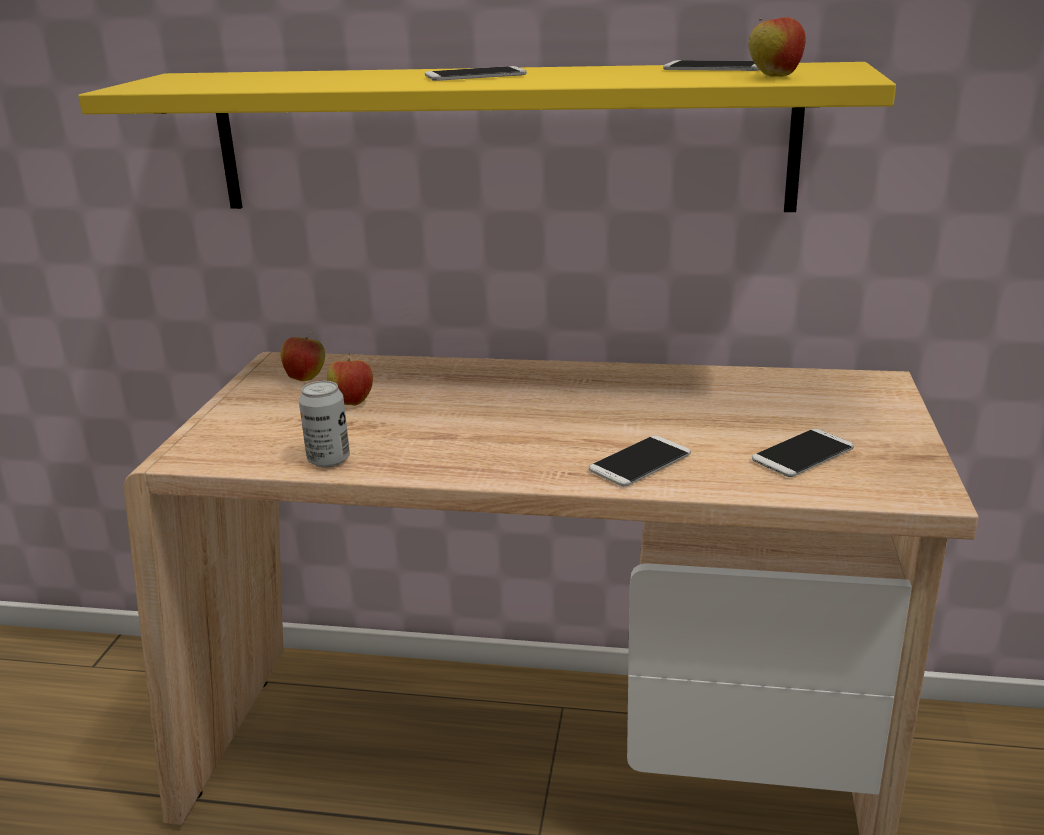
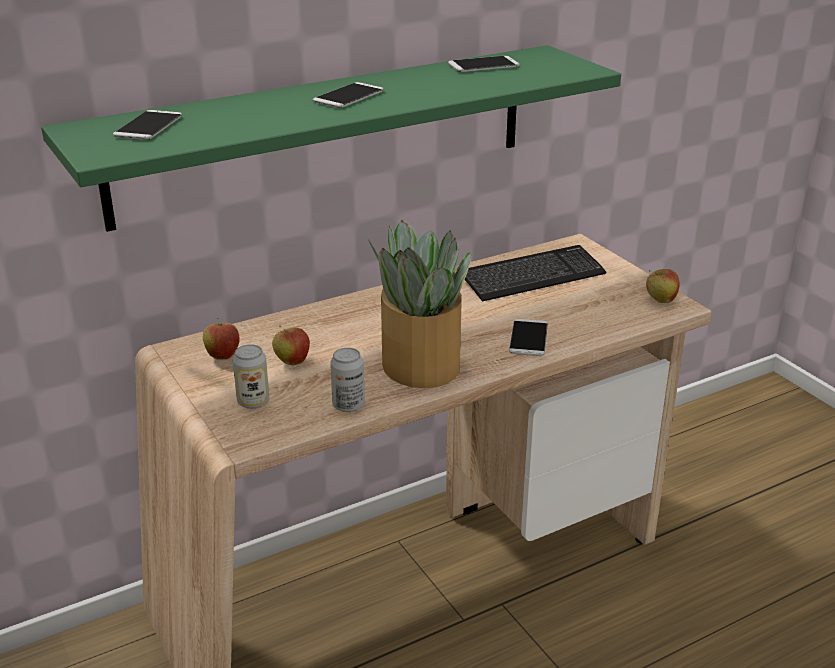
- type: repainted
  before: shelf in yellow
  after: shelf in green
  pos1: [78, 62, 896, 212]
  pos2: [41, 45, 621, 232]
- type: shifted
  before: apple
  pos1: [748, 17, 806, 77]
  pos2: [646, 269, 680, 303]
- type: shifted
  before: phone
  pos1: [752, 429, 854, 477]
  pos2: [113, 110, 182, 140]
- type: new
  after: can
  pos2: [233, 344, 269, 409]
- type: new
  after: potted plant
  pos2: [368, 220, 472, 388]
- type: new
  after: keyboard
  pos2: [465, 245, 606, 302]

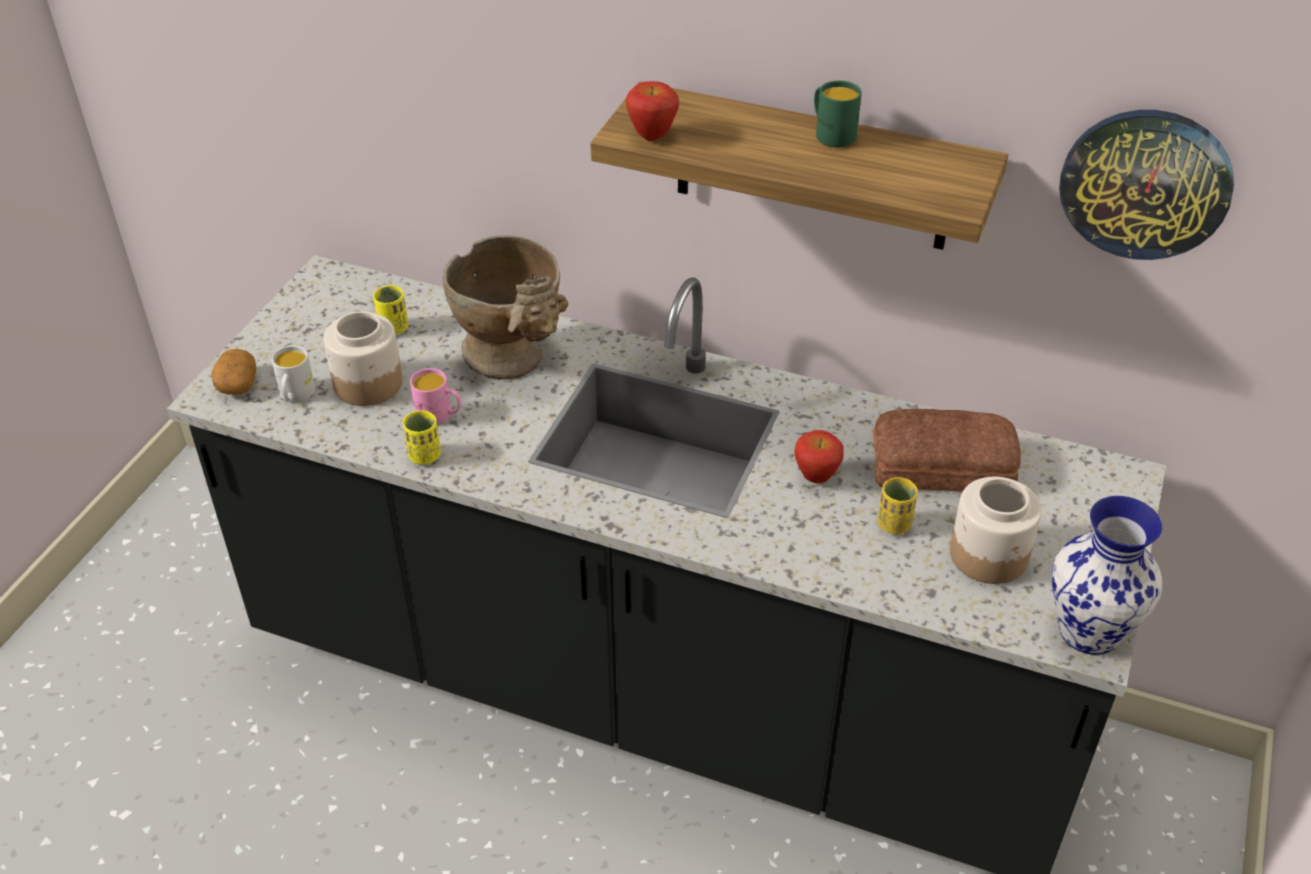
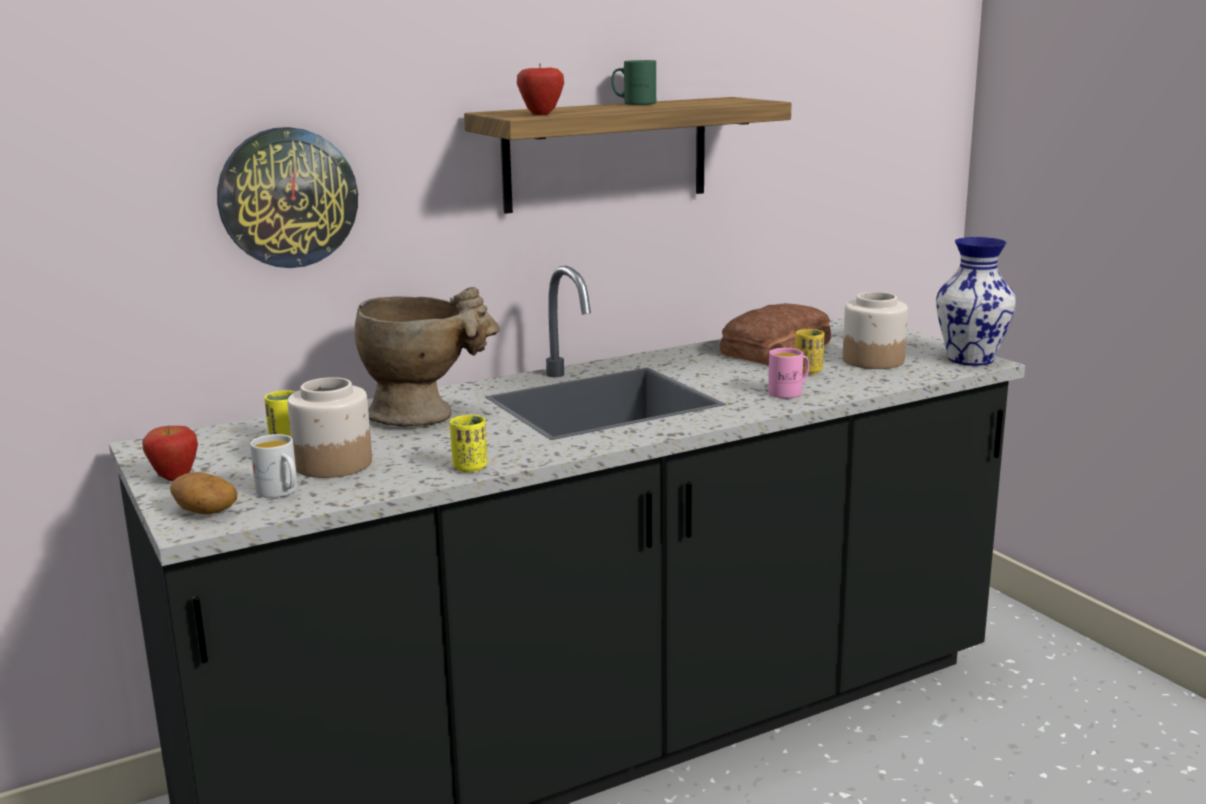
- type: shifted
  before: mug in pink
  pos1: [410, 368, 461, 425]
  pos2: [768, 348, 809, 398]
- type: shifted
  before: apple
  pos1: [795, 430, 844, 483]
  pos2: [142, 426, 198, 481]
- type: shifted
  before: wall clock
  pos1: [1059, 110, 1234, 260]
  pos2: [217, 127, 358, 268]

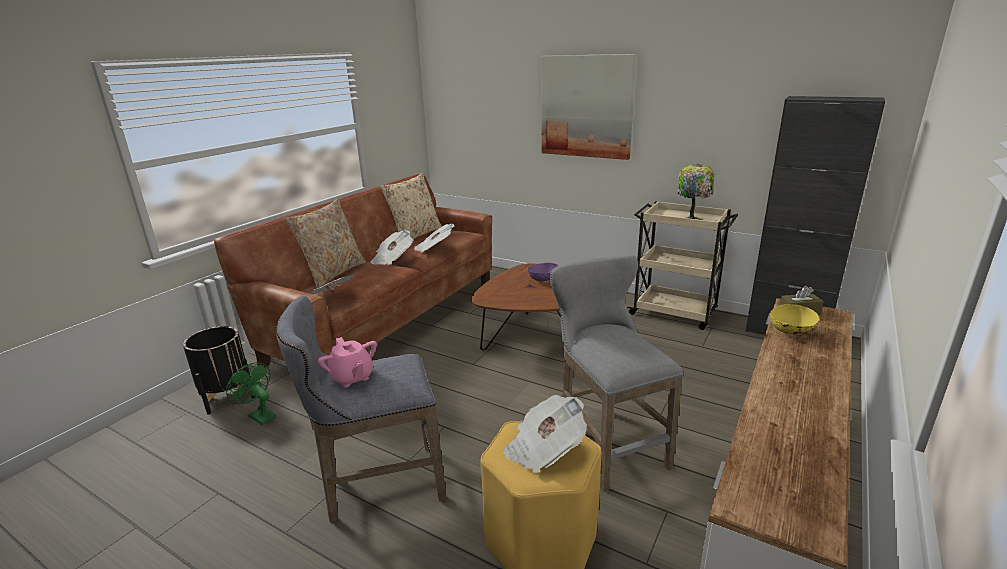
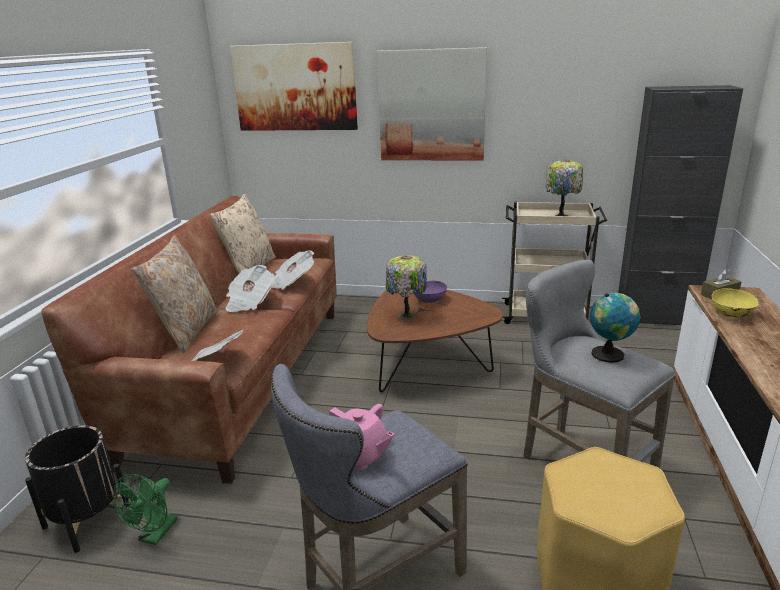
- type: rotated
  before: fan in green
  pos1: [226, 362, 276, 425]
  pos2: [113, 474, 178, 545]
  turn: -90
- type: gone
  before: newspaper
  pos1: [503, 395, 587, 473]
- type: new
  after: picture
  pos2: [230, 42, 358, 131]
- type: new
  after: table lamp
  pos2: [386, 255, 427, 321]
- type: new
  after: globe
  pos2: [590, 293, 640, 363]

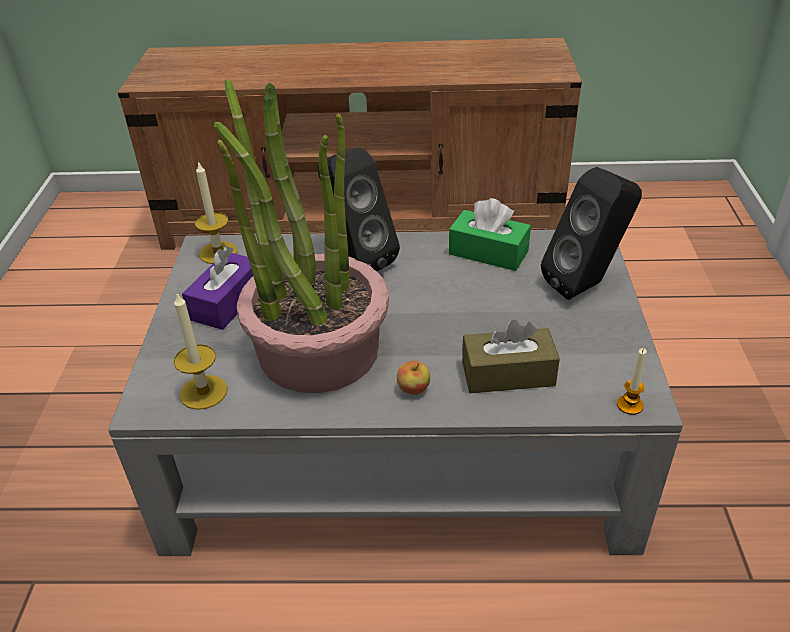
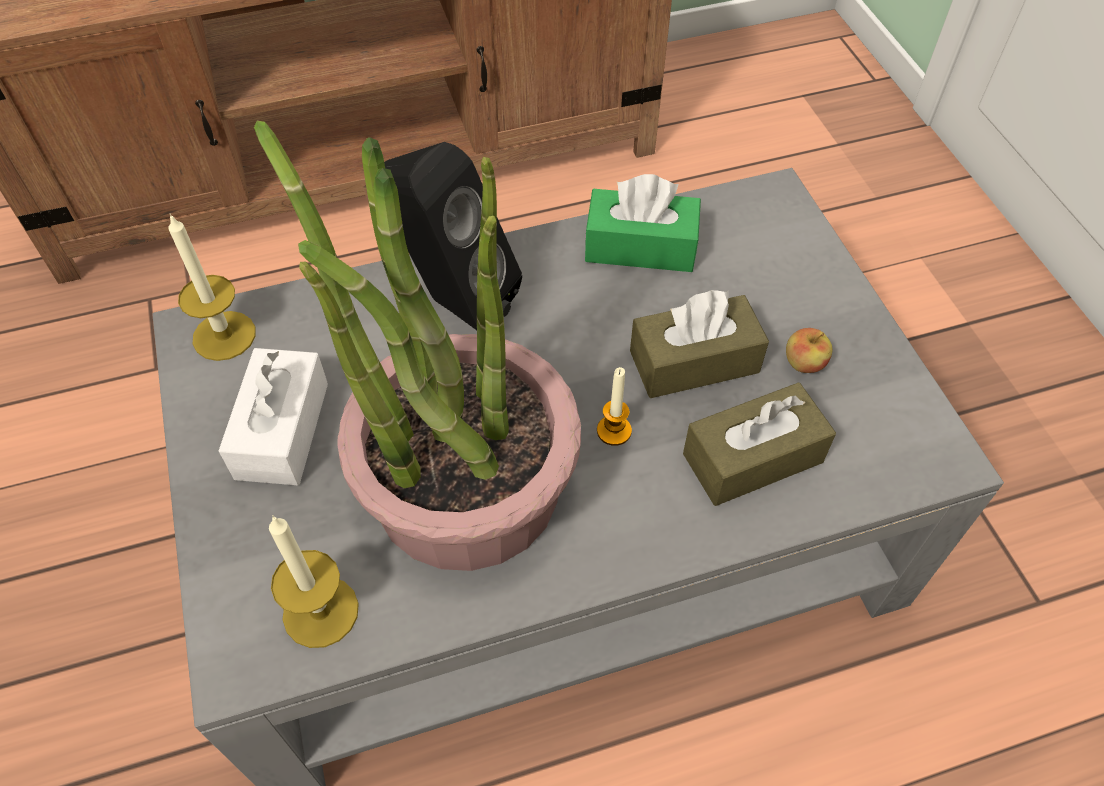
- type: repainted
  before: tissue box in purple
  after: tissue box in white
  pos1: [182, 246, 253, 330]
  pos2: [219, 348, 328, 485]
- type: shifted
  before: apple
  pos1: [397, 361, 430, 395]
  pos2: [786, 328, 832, 373]
- type: gone
  before: speaker in black
  pos1: [541, 167, 642, 300]
- type: shifted
  before: candle
  pos1: [617, 348, 647, 415]
  pos2: [597, 367, 632, 446]
- type: new
  after: tissue box in brown
  pos2: [630, 290, 769, 398]

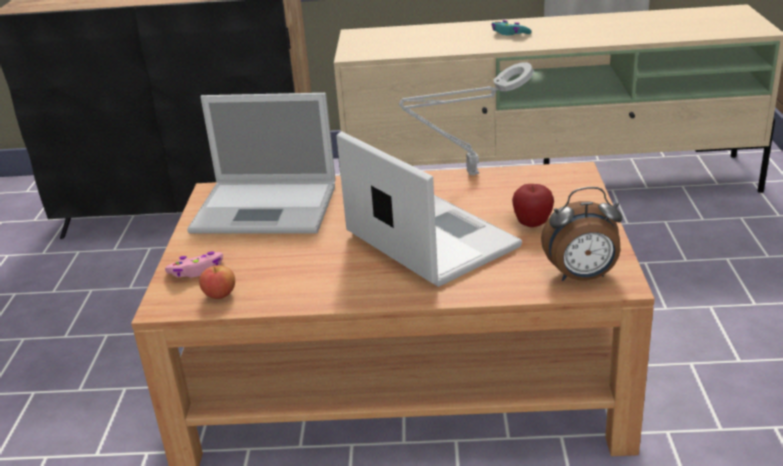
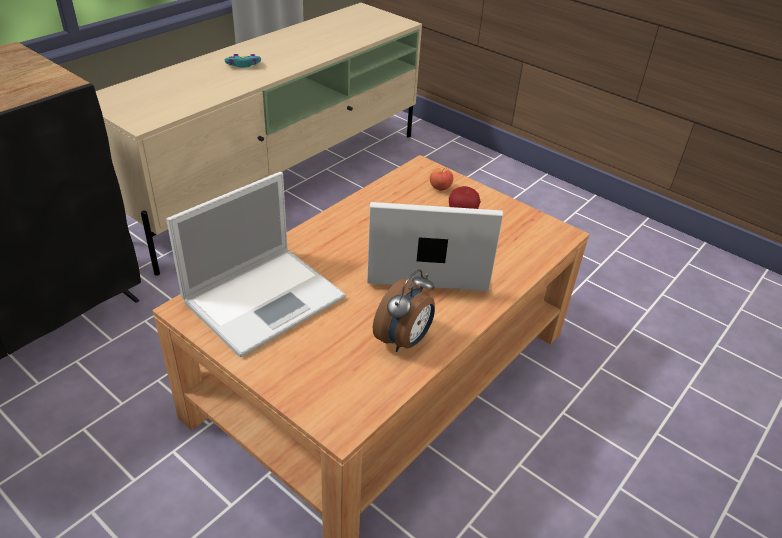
- type: gone
  before: game controller in pink
  pos1: [165, 251, 223, 277]
- type: shifted
  before: apple
  pos1: [199, 265, 235, 299]
  pos2: [430, 168, 453, 190]
- type: gone
  before: table lamp in grey
  pos1: [399, 62, 534, 176]
- type: shifted
  before: alarm clock
  pos1: [541, 187, 623, 281]
  pos2: [373, 269, 435, 352]

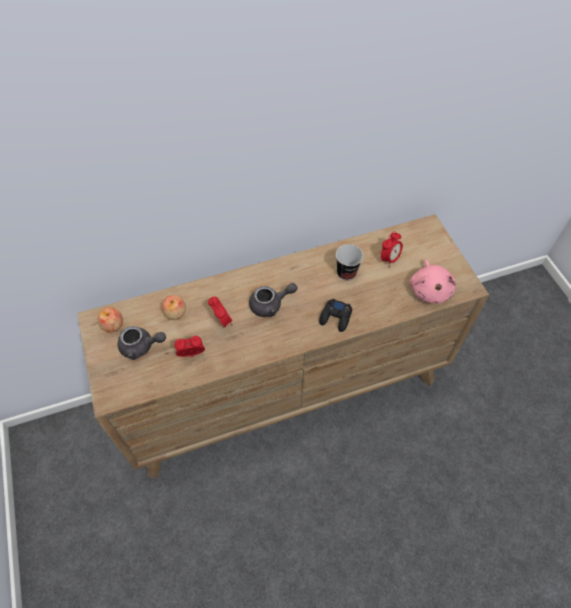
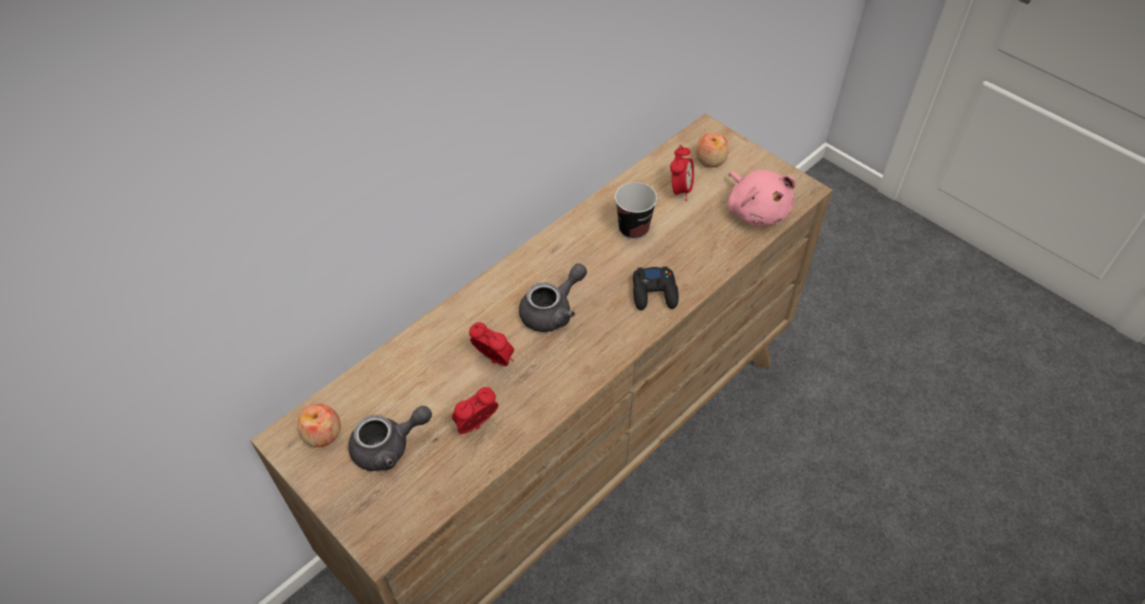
- type: shifted
  before: apple
  pos1: [162, 295, 186, 320]
  pos2: [696, 133, 729, 168]

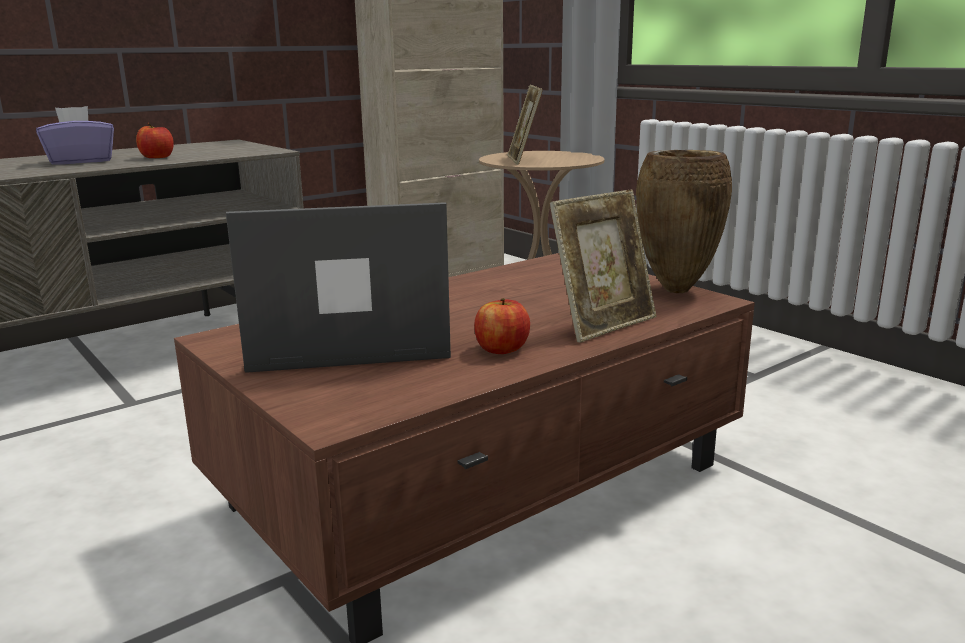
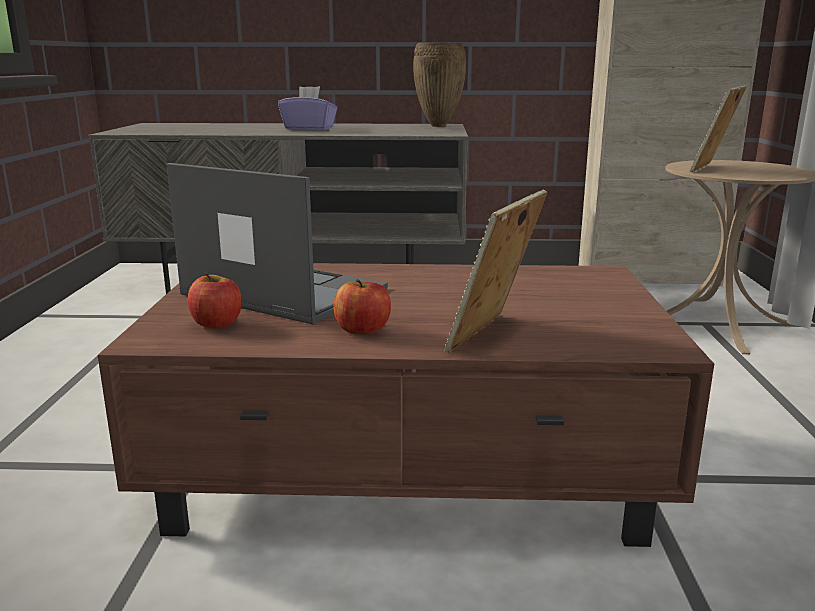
- type: shifted
  before: apple
  pos1: [136, 123, 174, 158]
  pos2: [188, 273, 241, 328]
- type: rotated
  before: picture frame
  pos1: [549, 189, 656, 343]
  pos2: [444, 189, 547, 353]
  turn: 120
- type: shifted
  before: vase in brown
  pos1: [636, 150, 732, 293]
  pos2: [413, 42, 466, 127]

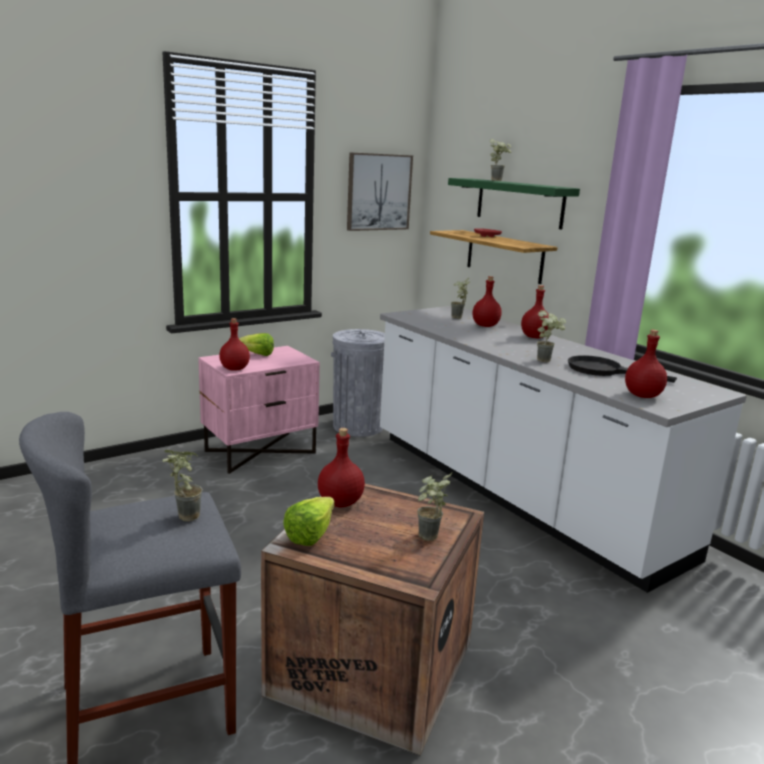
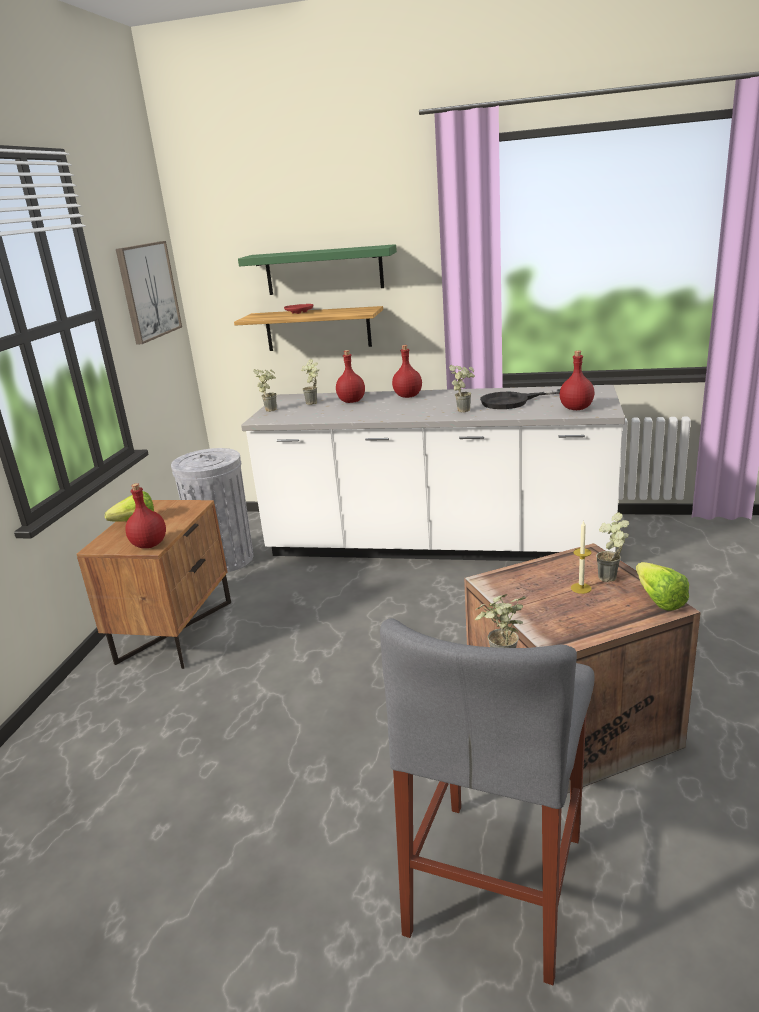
- type: repainted
  before: nightstand in pink
  after: nightstand in brown
  pos1: [198, 346, 320, 474]
  pos2: [77, 500, 231, 669]
- type: shifted
  before: lettuce
  pos1: [284, 497, 335, 546]
  pos2: [636, 562, 689, 610]
- type: gone
  before: bottle in red
  pos1: [318, 428, 365, 508]
- type: shifted
  before: potted plant
  pos1: [490, 139, 511, 181]
  pos2: [253, 369, 277, 412]
- type: new
  after: candle
  pos2: [571, 520, 592, 594]

